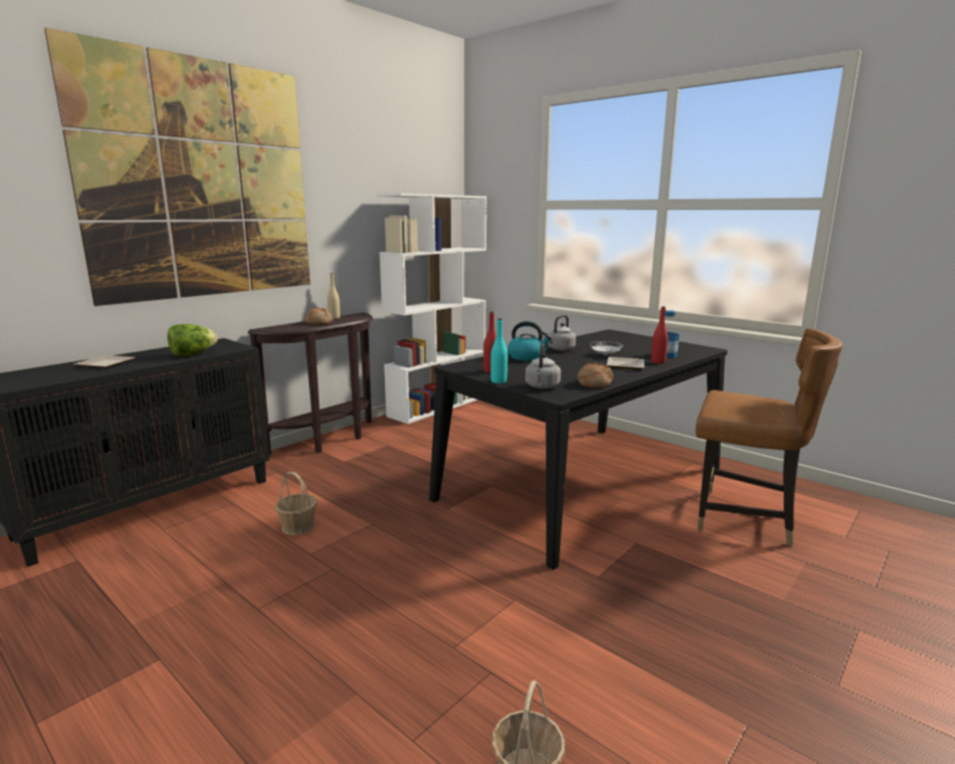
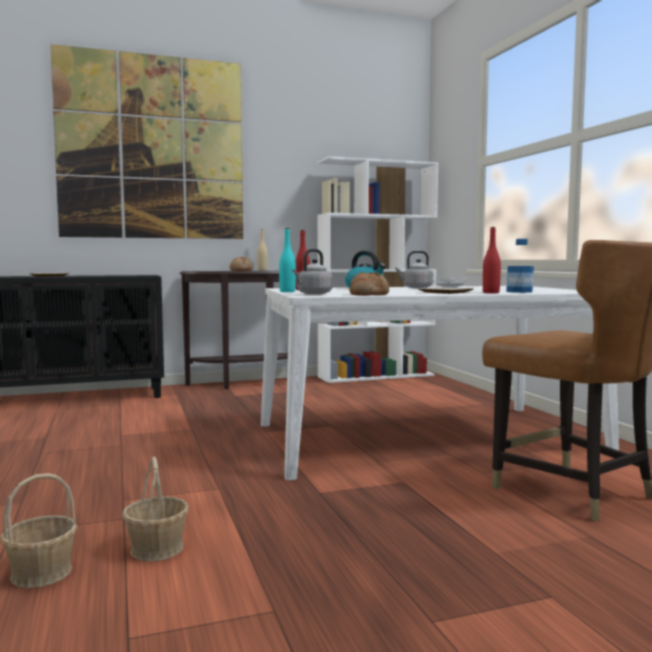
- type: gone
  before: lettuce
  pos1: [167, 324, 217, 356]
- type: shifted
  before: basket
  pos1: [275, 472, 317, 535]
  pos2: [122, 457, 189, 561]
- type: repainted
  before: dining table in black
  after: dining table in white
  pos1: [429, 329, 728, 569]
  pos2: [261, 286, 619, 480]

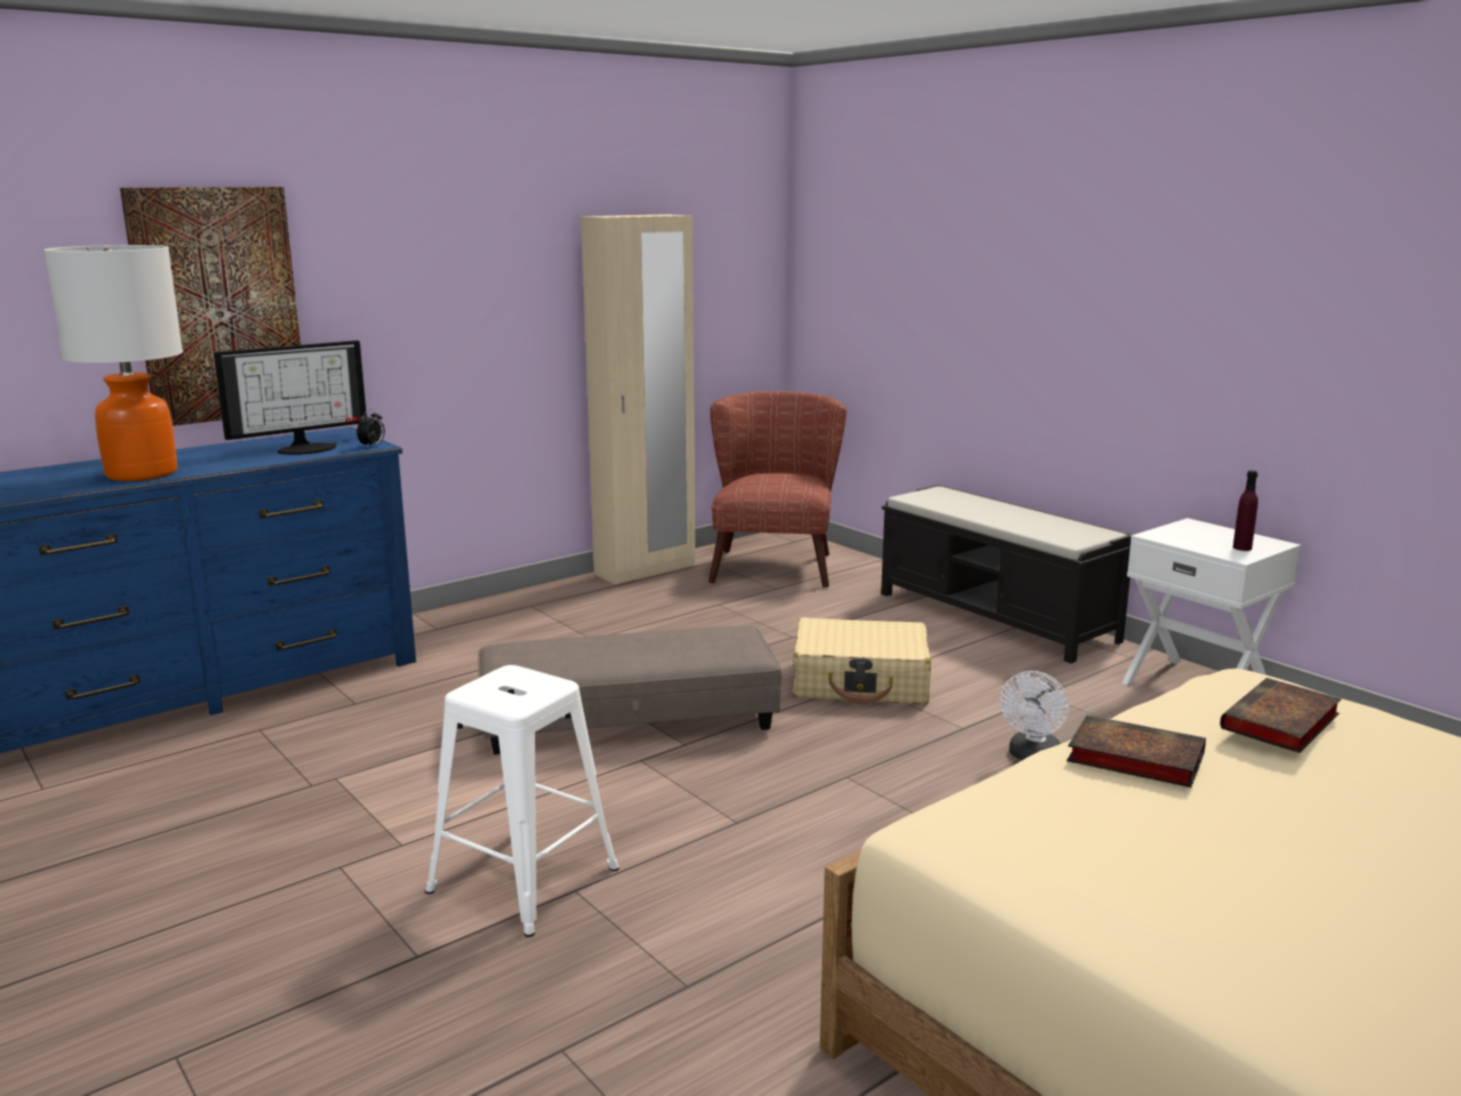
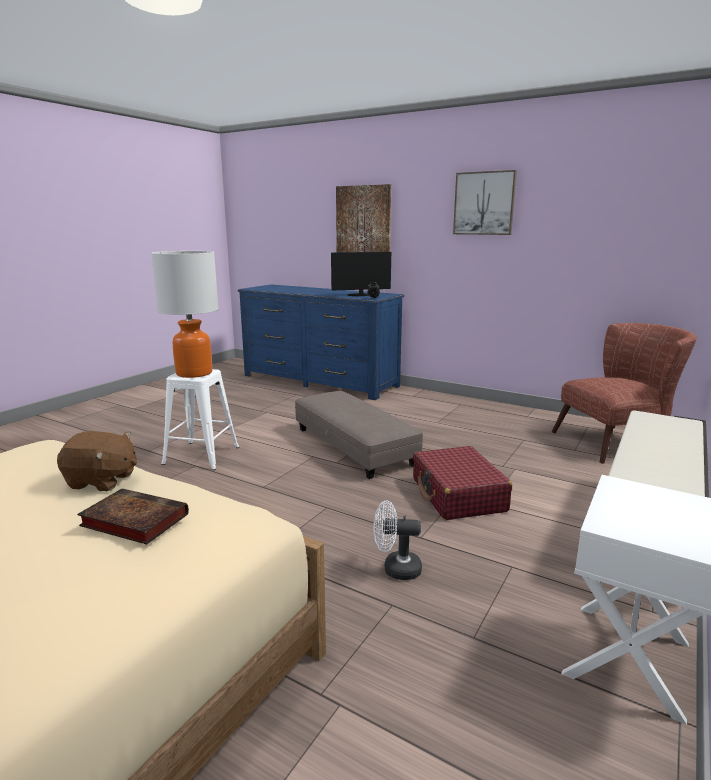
- type: shifted
  before: table lamp
  pos1: [44, 245, 183, 481]
  pos2: [151, 251, 219, 378]
- type: rotated
  before: monitor
  pos1: [214, 340, 367, 455]
  pos2: [331, 252, 391, 296]
  turn: 135
- type: gone
  before: wardrobe in beige
  pos1: [581, 214, 696, 585]
- type: repainted
  before: suitcase in beige
  after: suitcase in red
  pos1: [793, 617, 931, 705]
  pos2: [413, 446, 512, 520]
- type: swapped
  before: book
  after: plush toy in brown
  pos1: [1067, 715, 1206, 788]
  pos2: [57, 431, 137, 491]
- type: gone
  before: bottle in purple
  pos1: [1233, 470, 1258, 551]
- type: new
  after: picture
  pos2: [453, 170, 517, 235]

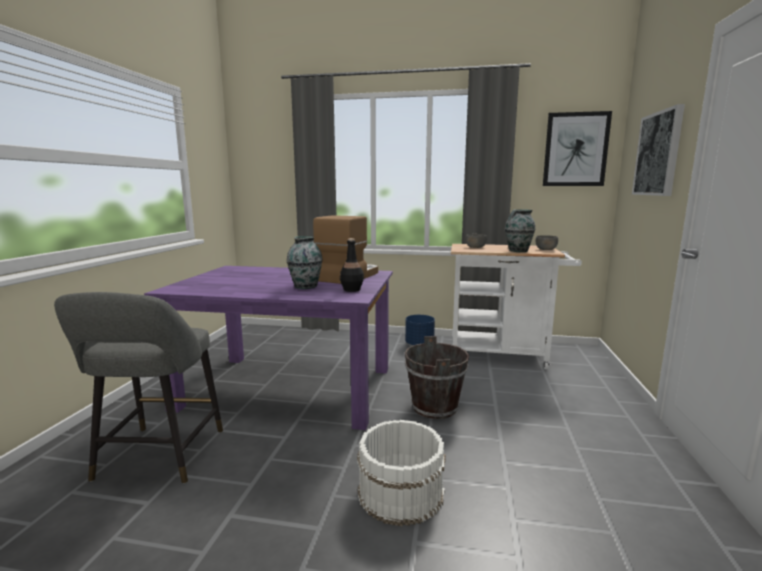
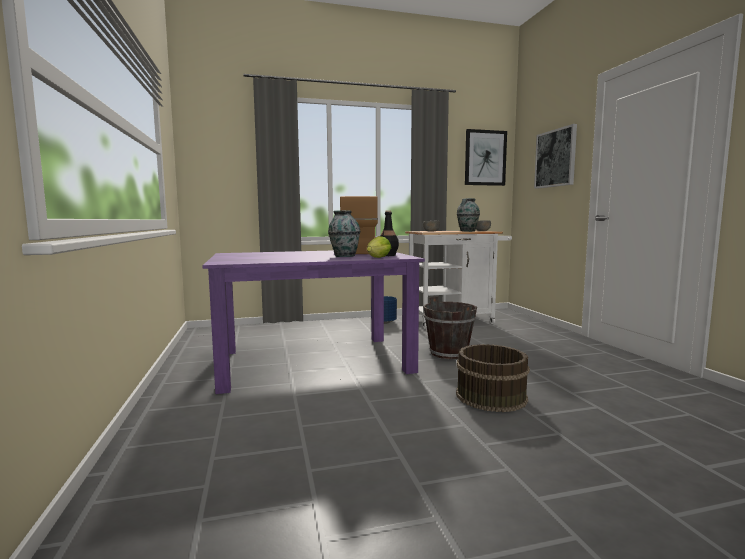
- type: gone
  before: stool in grey
  pos1: [54, 292, 223, 484]
- type: repainted
  before: bucket in white
  after: bucket in brown
  pos1: [357, 420, 446, 526]
  pos2: [456, 344, 530, 412]
- type: new
  after: lettuce
  pos2: [367, 236, 391, 258]

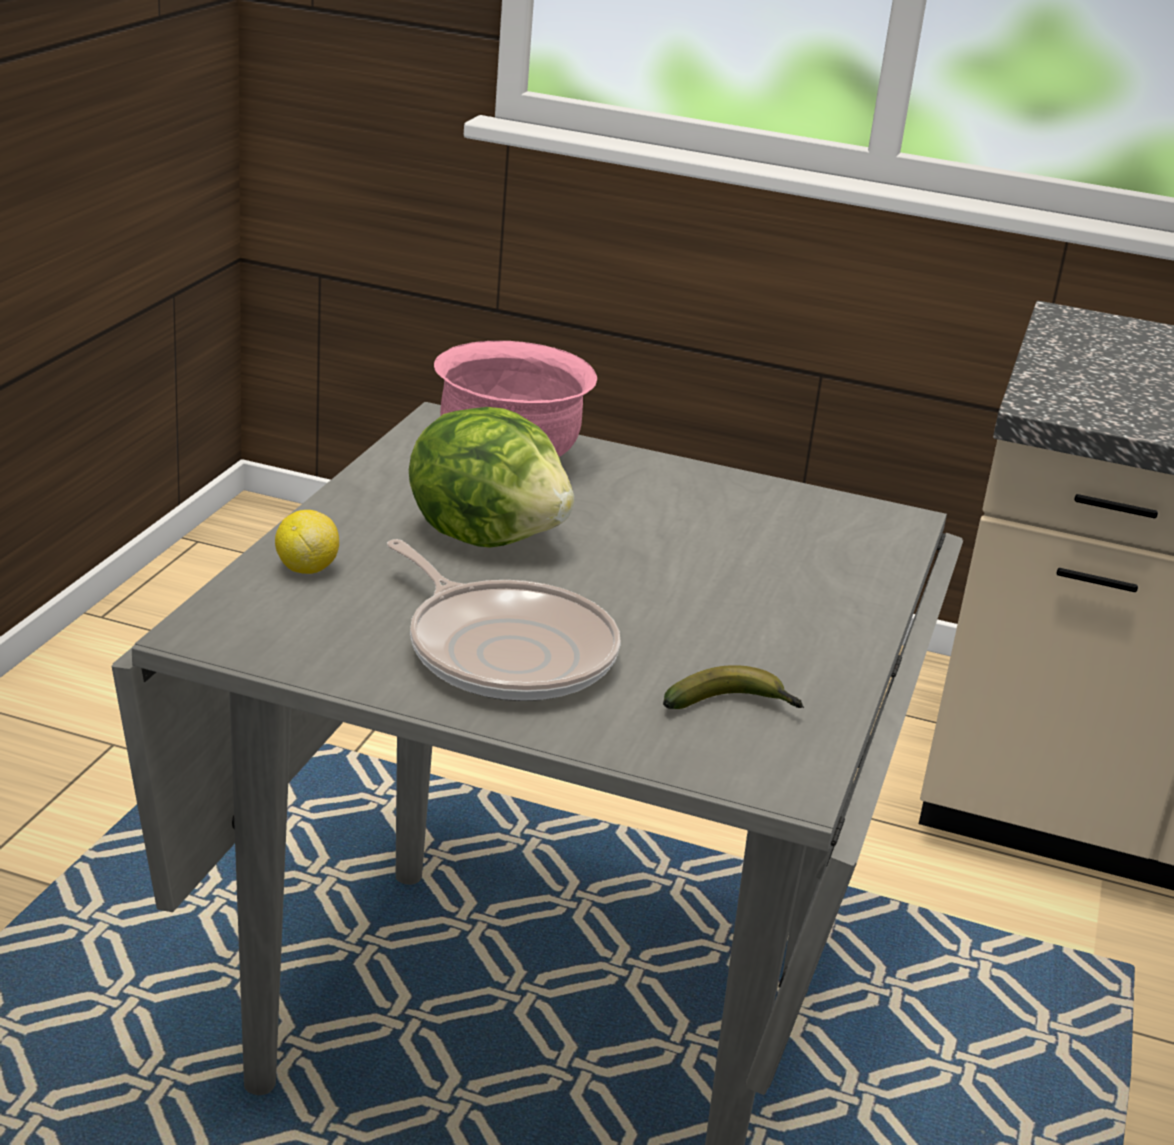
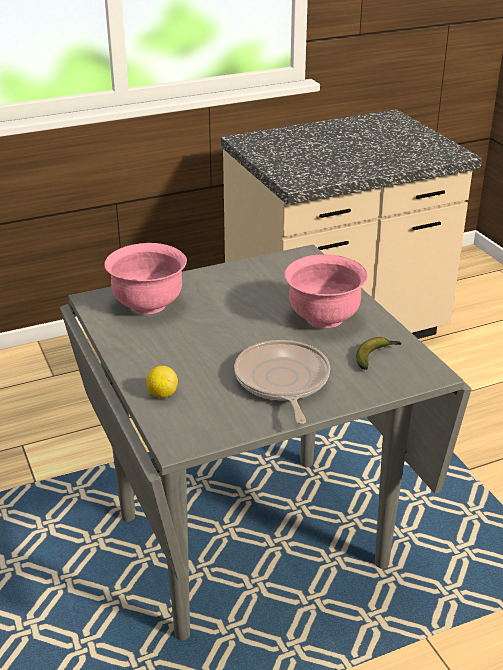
- type: rotated
  before: frying pan
  pos1: [387, 539, 621, 701]
  pos2: [234, 340, 330, 424]
  turn: -105
- type: gone
  before: lettuce
  pos1: [409, 407, 574, 548]
- type: new
  after: bowl in pink
  pos2: [284, 254, 368, 328]

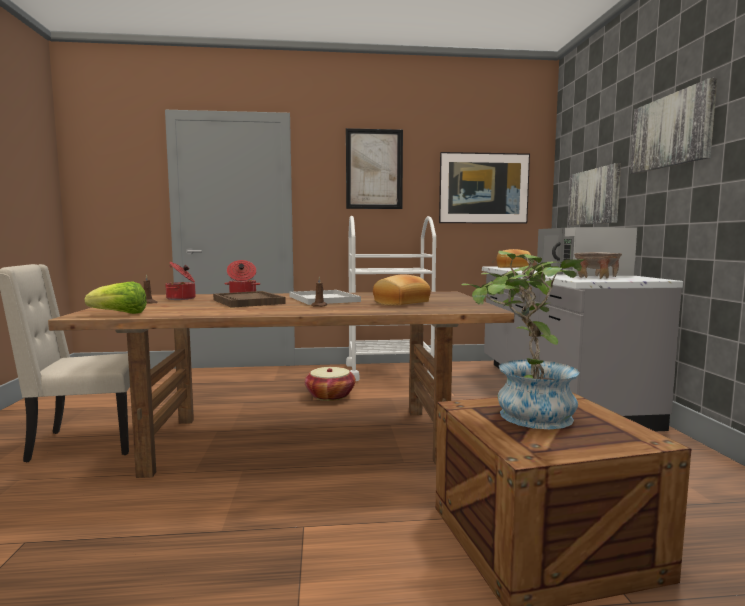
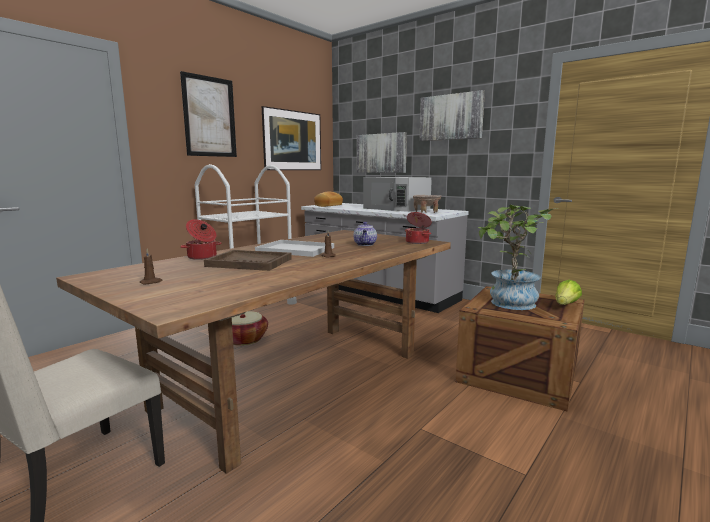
- type: shifted
  before: lettuce
  pos1: [85, 281, 147, 314]
  pos2: [555, 280, 582, 305]
- type: shifted
  before: cooking pot
  pos1: [165, 262, 196, 300]
  pos2: [405, 212, 432, 244]
- type: swapped
  before: bread
  after: teapot
  pos1: [373, 274, 431, 305]
  pos2: [353, 222, 377, 246]

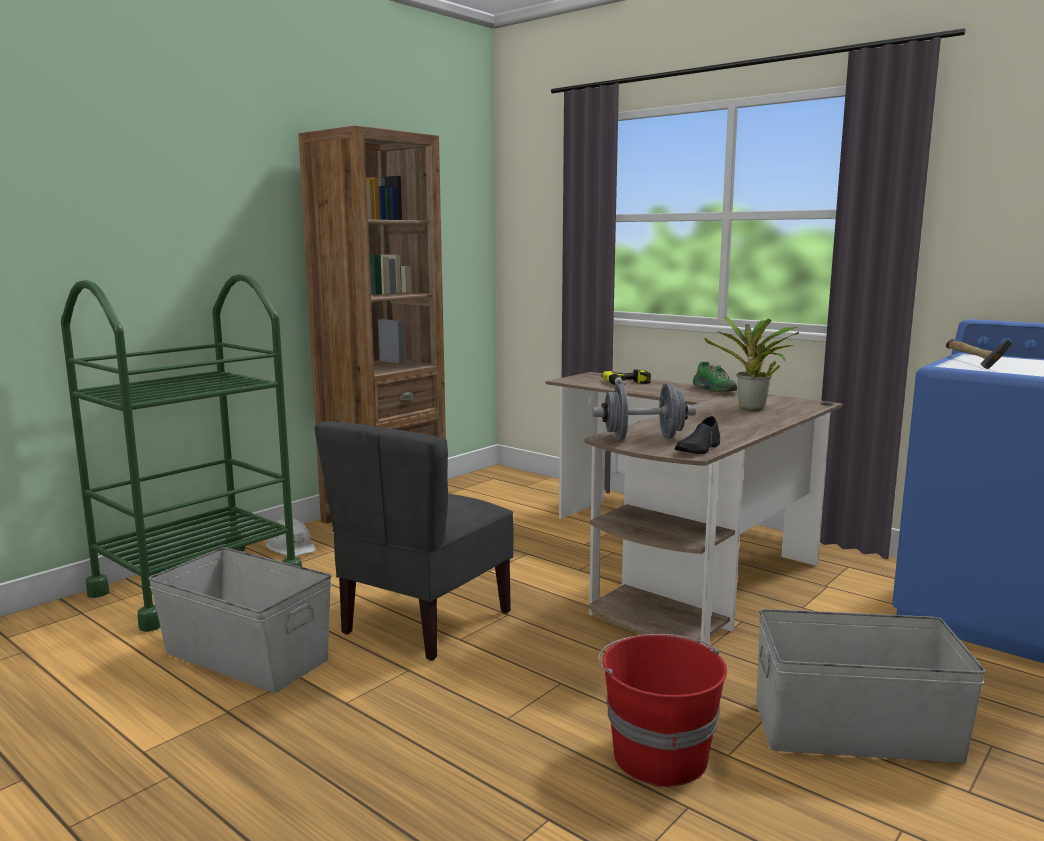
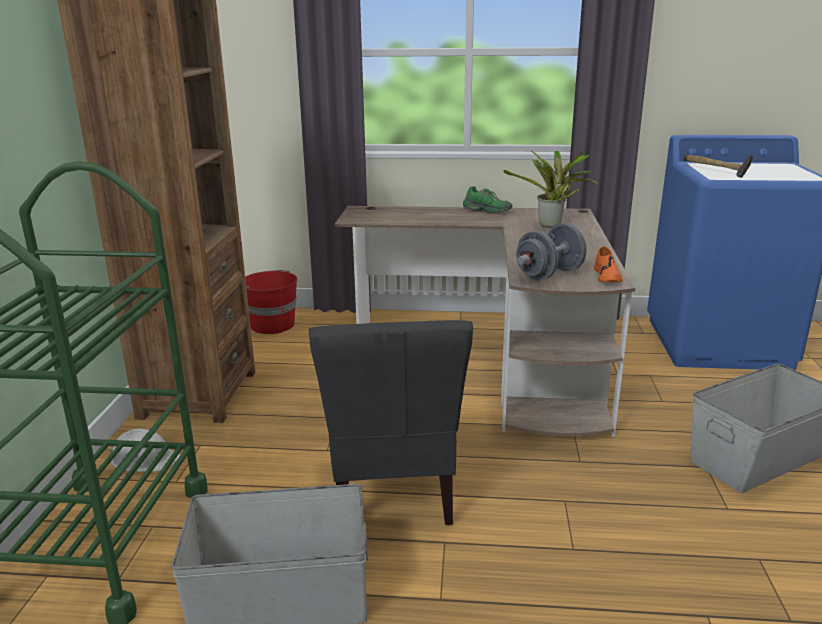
- type: shifted
  before: bucket in red
  pos1: [598, 634, 727, 787]
  pos2: [245, 270, 298, 334]
- type: gone
  before: power drill
  pos1: [603, 369, 651, 386]
- type: repainted
  before: shoe in black
  after: shoe in orange
  pos1: [675, 416, 720, 454]
  pos2: [594, 246, 622, 282]

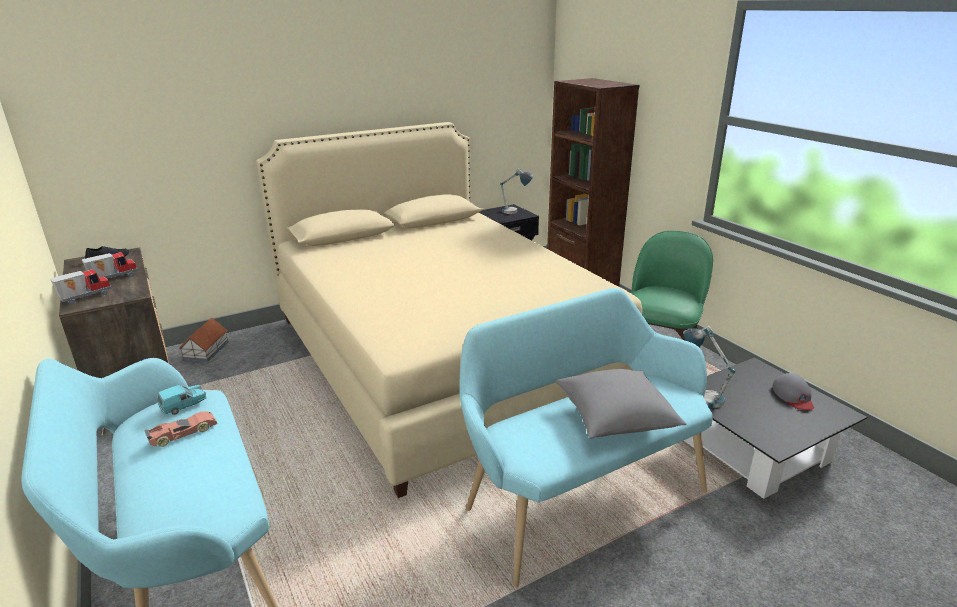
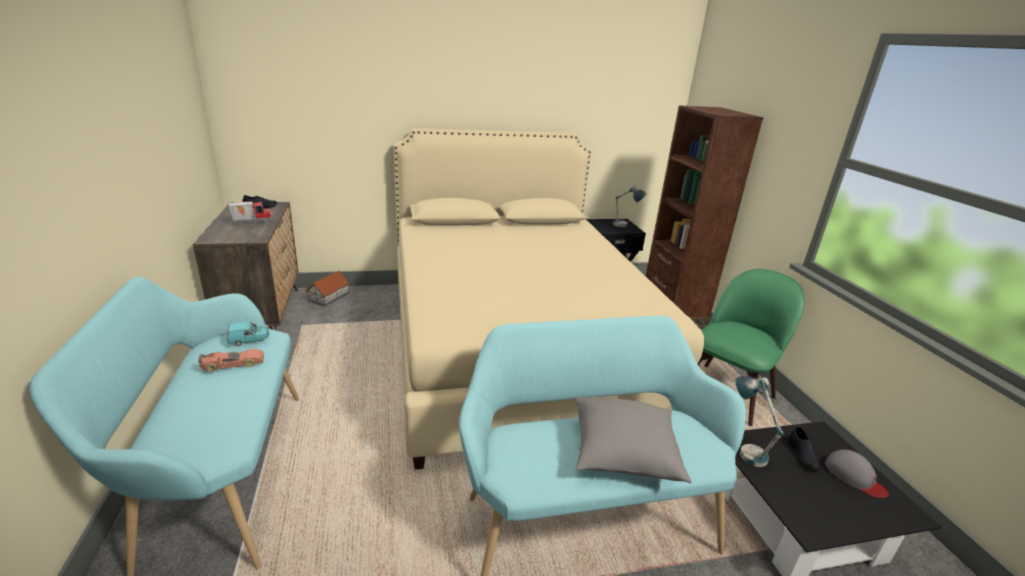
- type: gone
  before: toy truck
  pos1: [50, 269, 112, 305]
- type: rotated
  before: cap in grey
  pos1: [772, 373, 814, 410]
  pos2: [825, 450, 889, 498]
  turn: -45
- type: new
  after: shoe in black
  pos2: [787, 427, 820, 470]

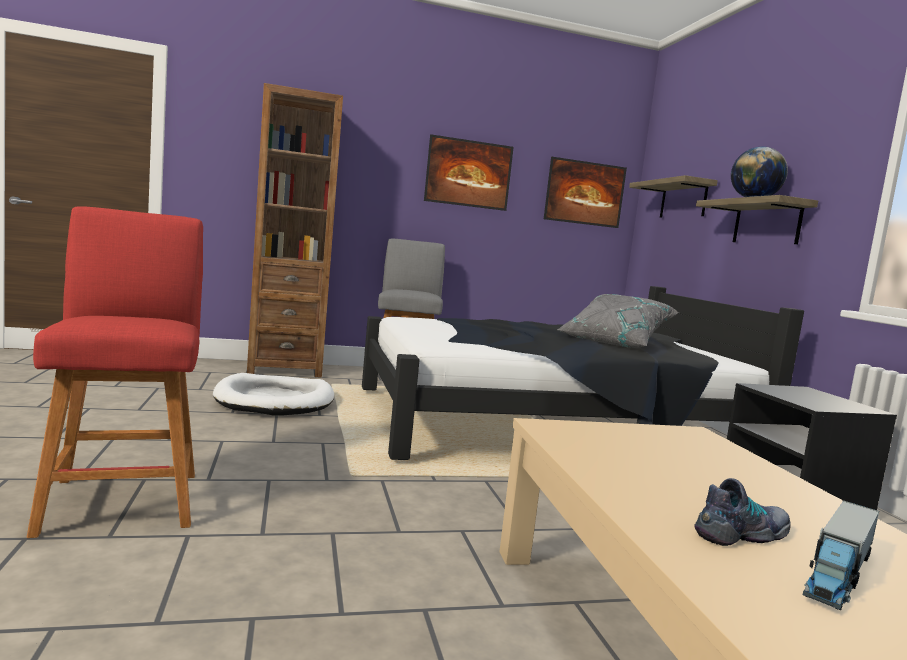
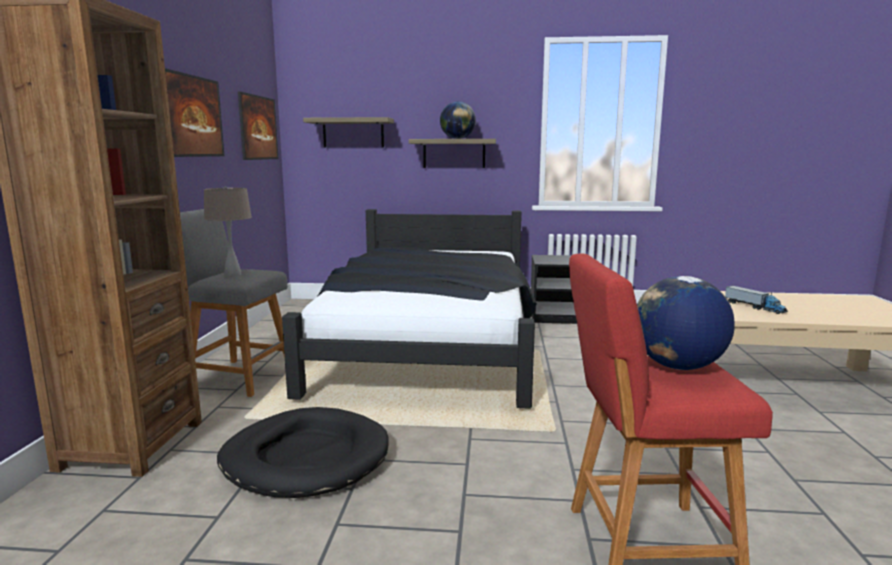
- type: repainted
  before: dog bed in white
  after: dog bed in black
  pos1: [213, 373, 334, 415]
  pos2: [217, 407, 389, 498]
- type: gone
  before: pillow in grey
  pos1: [557, 294, 679, 348]
- type: gone
  before: shoe
  pos1: [695, 478, 791, 546]
- type: shifted
  before: toy truck
  pos1: [803, 500, 879, 610]
  pos2: [725, 286, 788, 314]
- type: new
  after: table lamp in beige
  pos2: [204, 186, 252, 277]
- type: new
  after: globe
  pos2: [637, 276, 735, 370]

